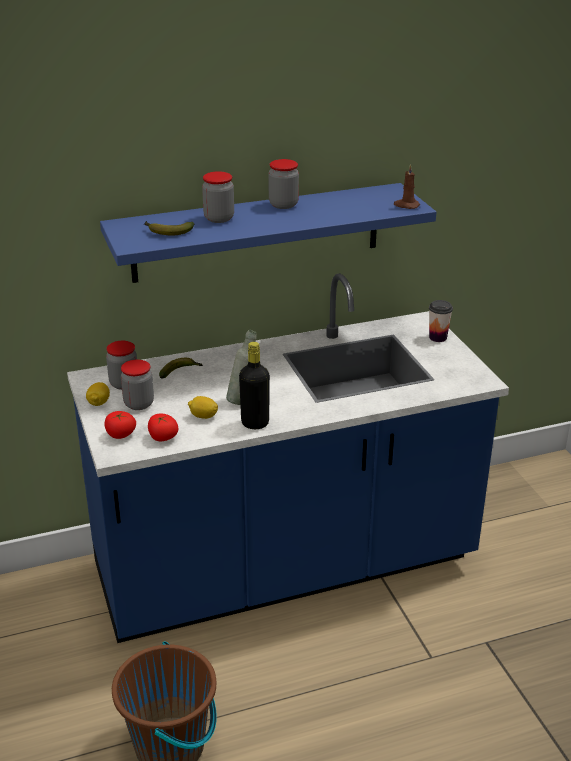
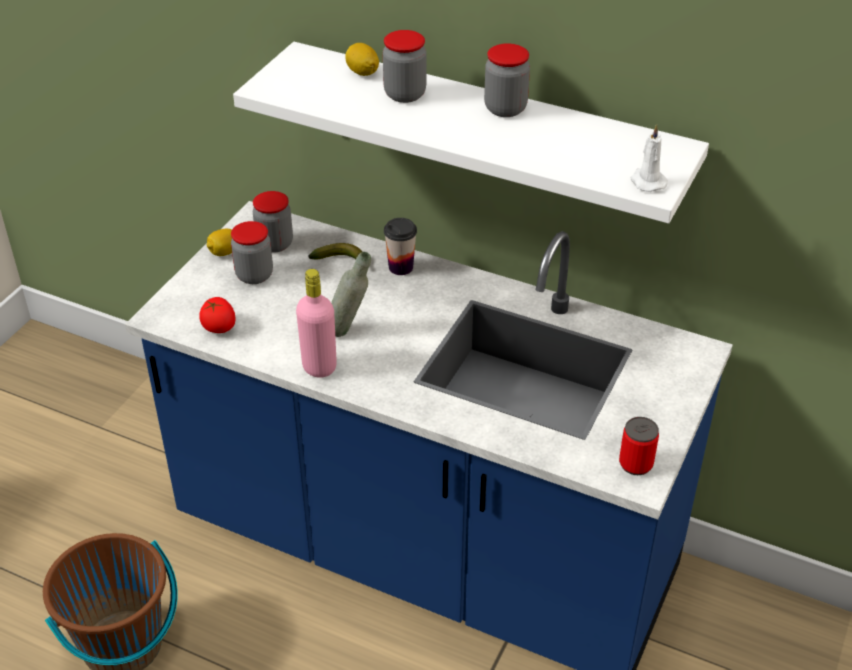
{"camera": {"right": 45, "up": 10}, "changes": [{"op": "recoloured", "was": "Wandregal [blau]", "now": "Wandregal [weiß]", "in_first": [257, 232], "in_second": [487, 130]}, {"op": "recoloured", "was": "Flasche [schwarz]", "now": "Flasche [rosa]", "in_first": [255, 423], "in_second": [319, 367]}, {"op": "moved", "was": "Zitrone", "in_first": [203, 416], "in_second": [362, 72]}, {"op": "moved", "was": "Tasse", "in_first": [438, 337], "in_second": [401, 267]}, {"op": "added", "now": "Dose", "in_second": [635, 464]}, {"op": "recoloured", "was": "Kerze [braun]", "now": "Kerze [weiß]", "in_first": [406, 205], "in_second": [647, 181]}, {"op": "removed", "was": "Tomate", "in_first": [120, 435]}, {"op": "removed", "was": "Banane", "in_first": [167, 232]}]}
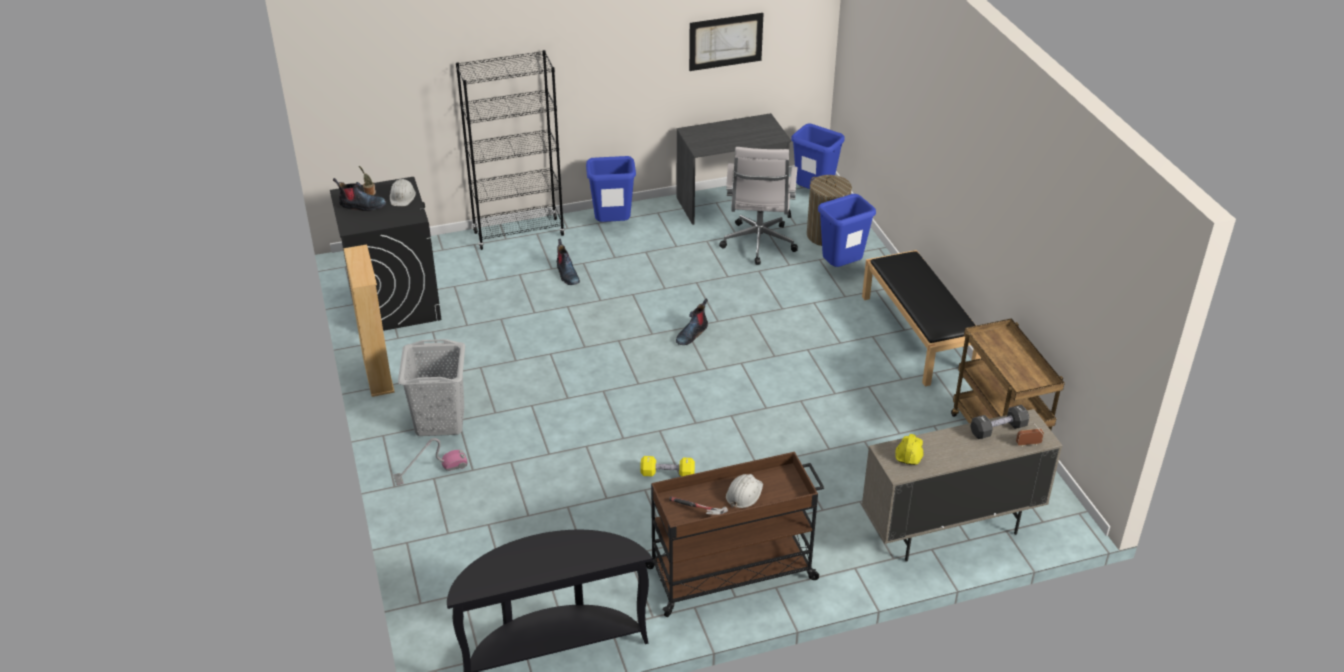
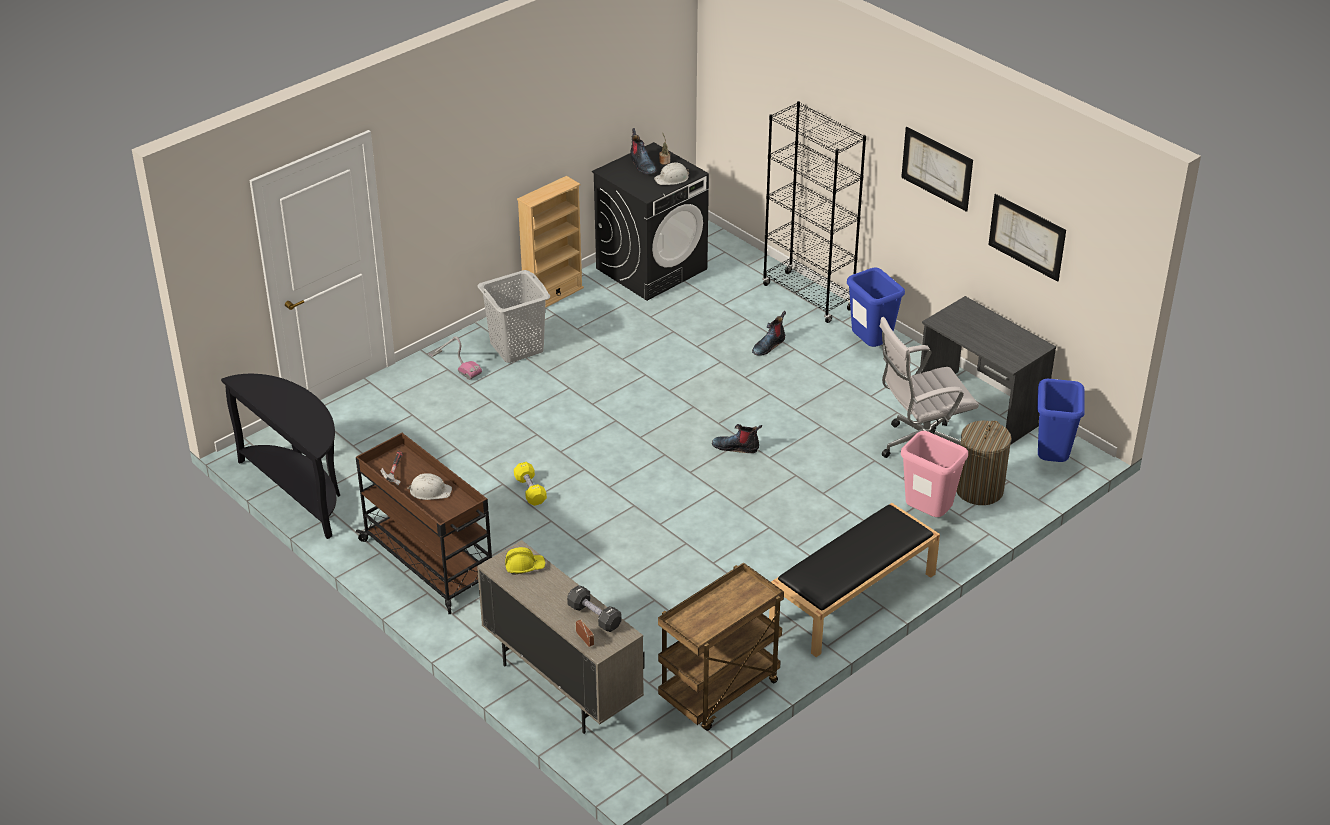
{"camera": {"right": 65, "up": 0}, "changes": [{"op": "added", "now": "Bild", "in_second": [937, 168]}, {"op": "recoloured", "was": "Mülleimer [blau]", "now": "Mülleimer [rosa]", "in_first": [841, 268], "in_second": [928, 515]}]}
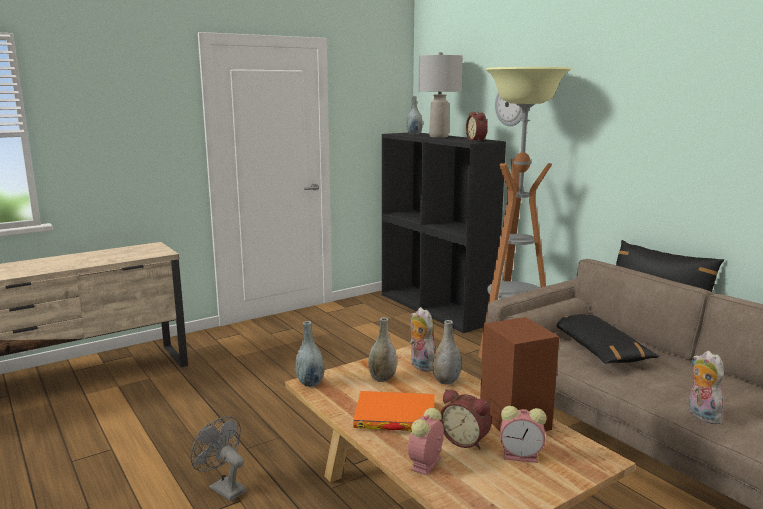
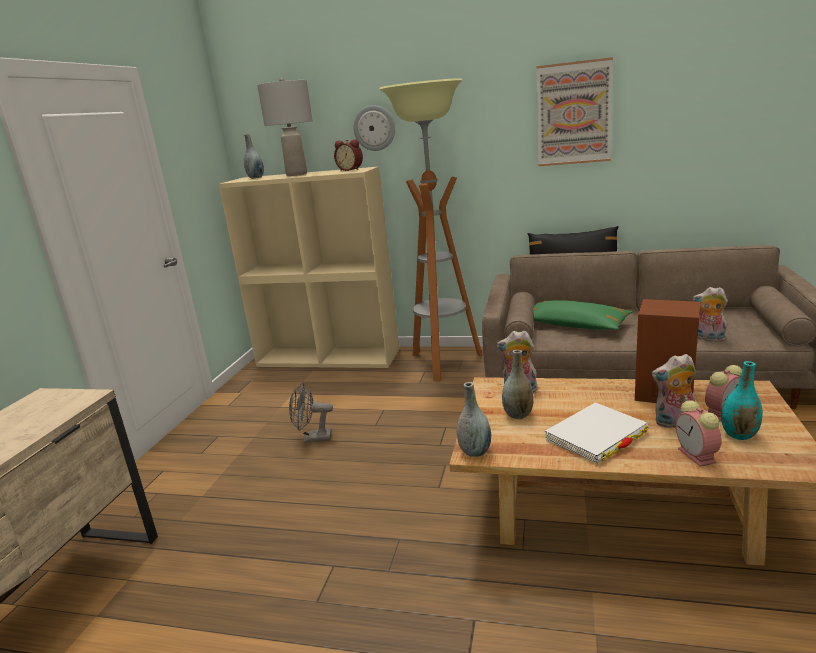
{"camera": {"right": -40, "up": 5}, "changes": [{"op": "recoloured", "was": "Bücherregal [schwarz]", "now": "Bücherregal [beige]", "in_first": [436, 308], "in_second": [329, 357]}, {"op": "moved", "was": "Ventilator [grau]", "in_first": [223, 488], "in_second": [312, 438]}, {"op": "recoloured", "was": "Kissen [schwarz]", "now": "Kissen [grün]", "in_first": [597, 349], "in_second": [574, 325]}, {"op": "added", "now": "Bild", "in_second": [574, 114]}, {"op": "recoloured", "was": "Buch [orange]", "now": "Buch [weiß]", "in_first": [395, 416], "in_second": [596, 436]}, {"op": "replaced", "was": "Wecker", "now": "Plüschtier", "in_first": [465, 440], "in_second": [674, 424]}, {"op": "added", "now": "Vase [türkis]", "in_second": [739, 435]}, {"op": "removed", "was": "Vase [grau]", "in_first": [446, 381]}]}
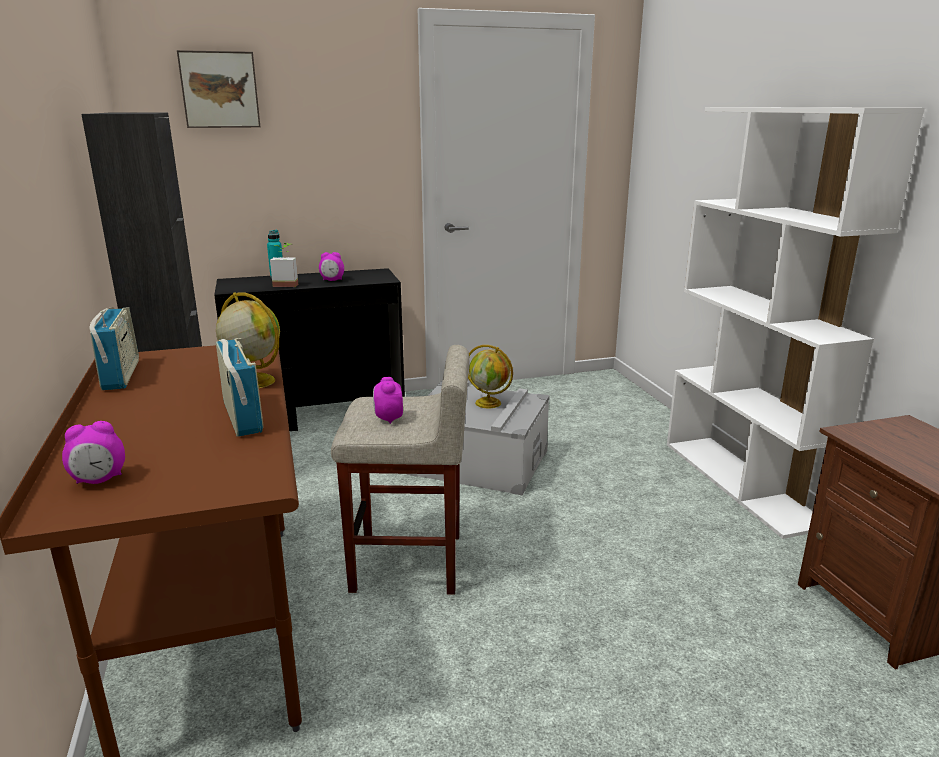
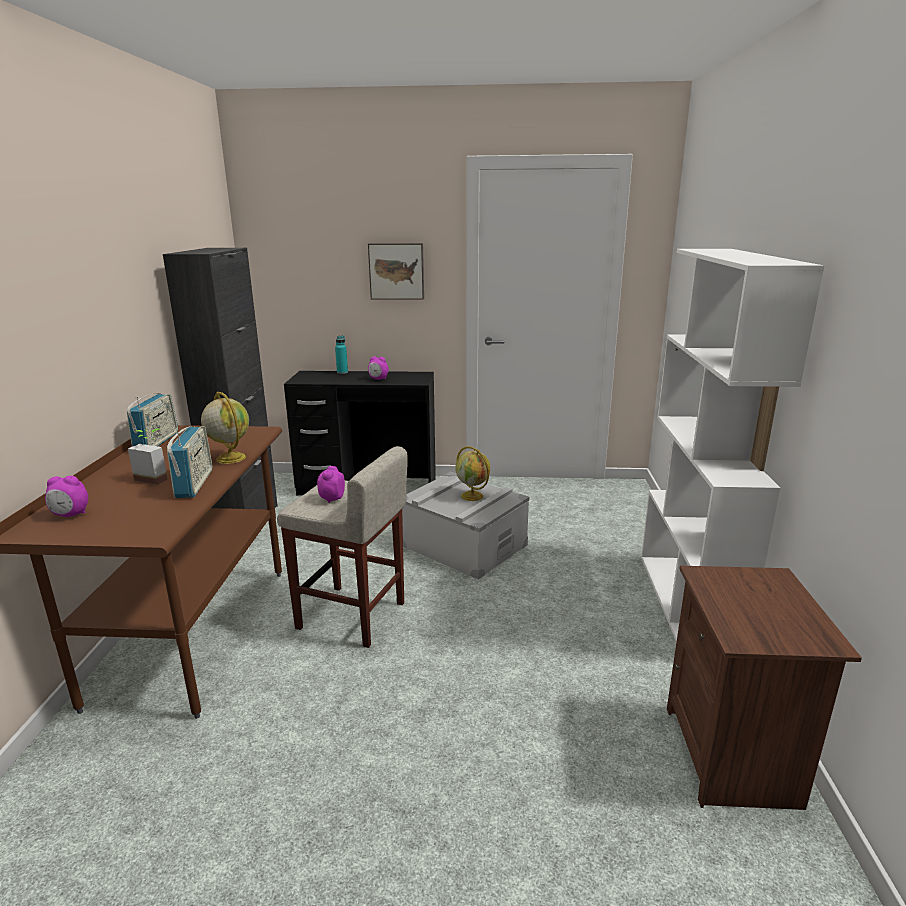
{"camera": {"right": 20, "up": 0}, "changes": [{"op": "moved", "was": "Topfpflanze", "in_first": [287, 284], "in_second": [155, 477]}, {"op": "moved", "was": "Bild", "in_first": [220, 90], "in_second": [397, 271]}]}
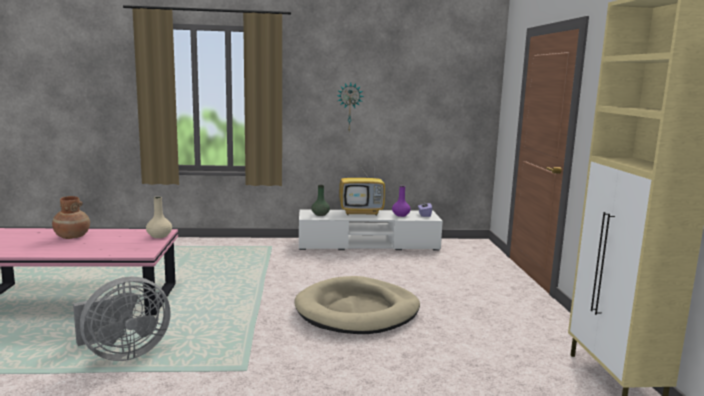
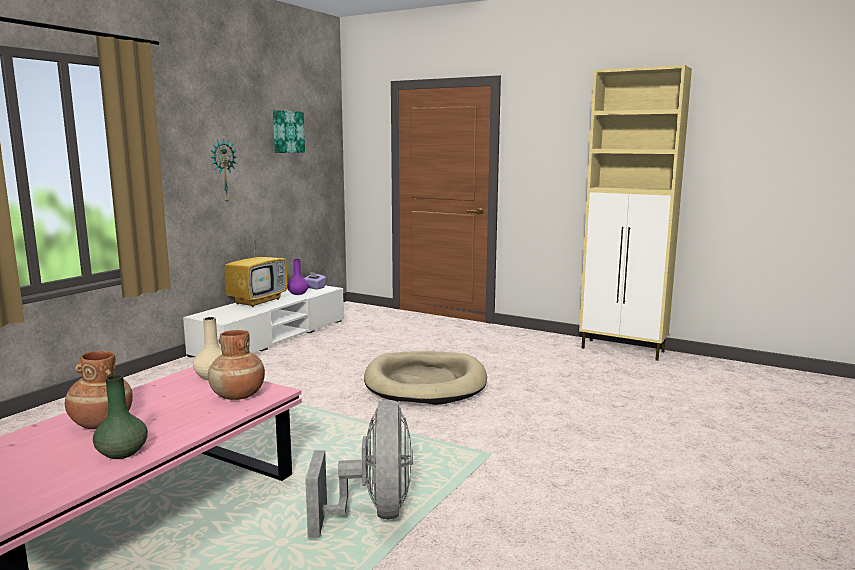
{"camera": {"right": -55, "up": 0}, "changes": [{"op": "moved", "was": "Vase [grün]", "in_first": [320, 214], "in_second": [123, 452]}, {"op": "added", "now": "Vase [braun]", "in_second": [238, 396]}, {"op": "added", "now": "Bild", "in_second": [287, 132]}]}
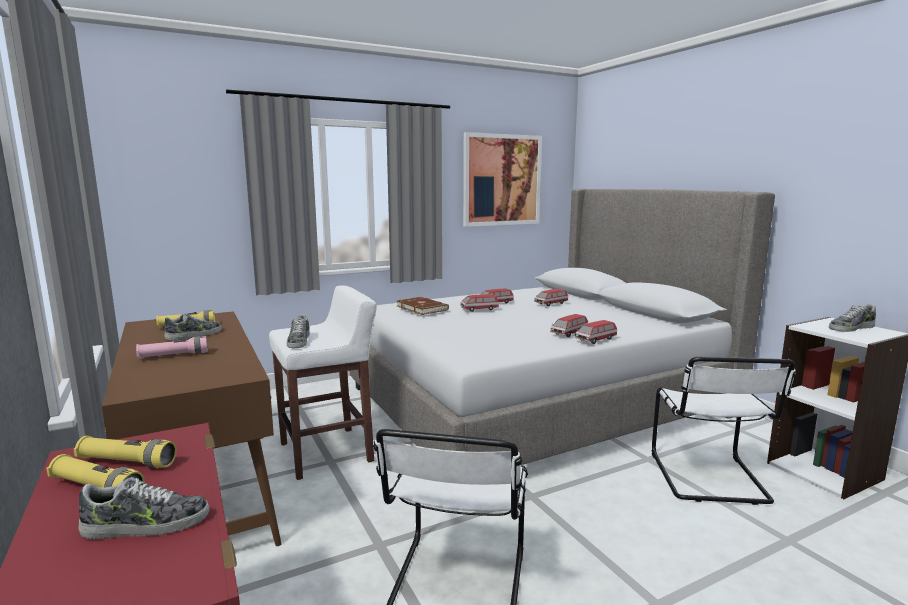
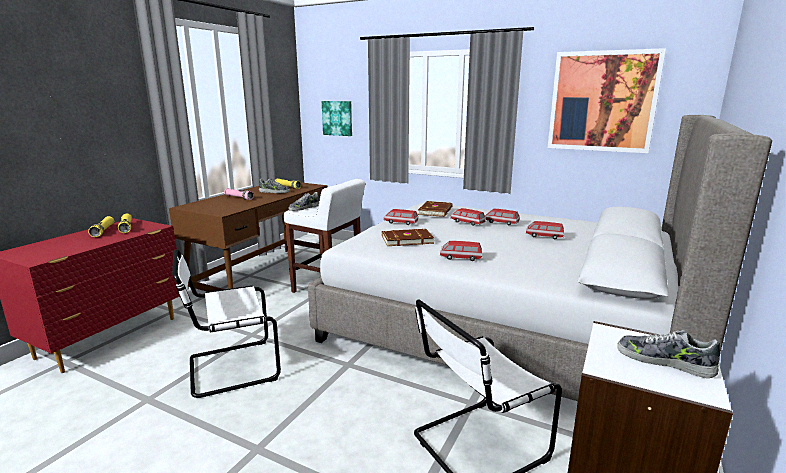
{"camera": {"right": 55, "up": 5}, "changes": [{"op": "added", "now": "Bild", "in_second": [337, 118]}, {"op": "added", "now": "Buch [braun]", "in_second": [406, 239]}, {"op": "moved", "was": "Spielzeugauto", "in_first": [595, 340], "in_second": [400, 222]}, {"op": "removed", "was": "Schuh", "in_first": [146, 525]}]}
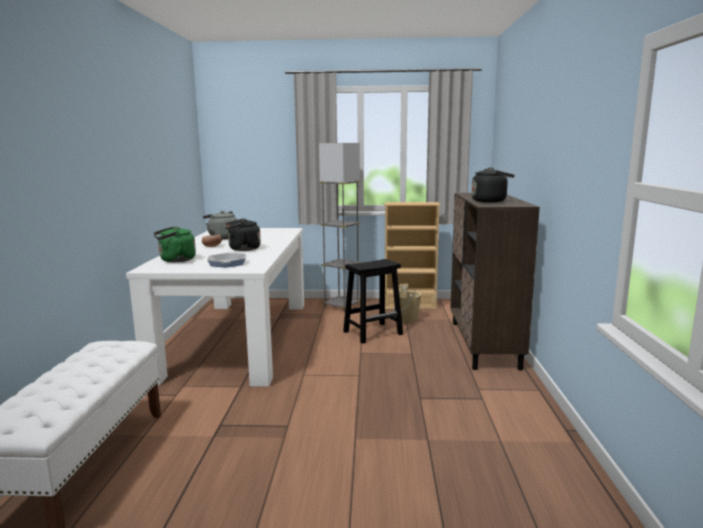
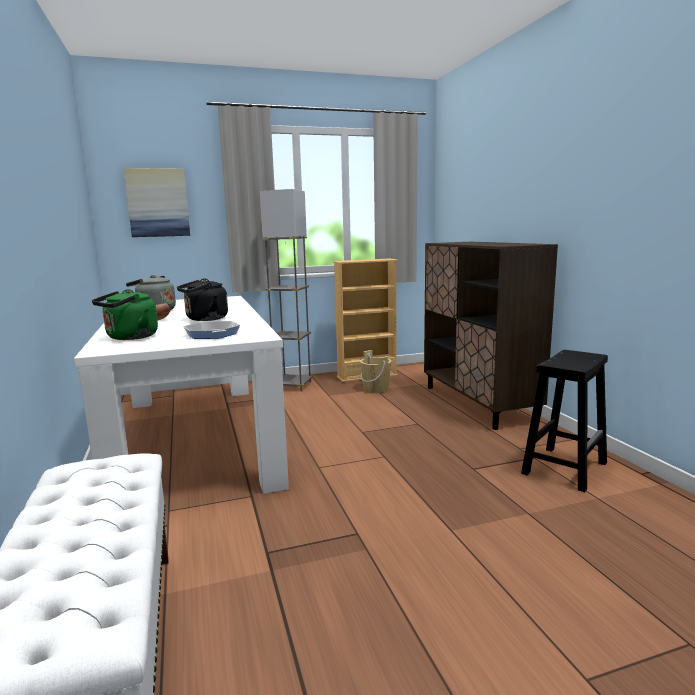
{"camera": {"right": -20, "up": 0}, "changes": [{"op": "added", "now": "Bild", "in_second": [158, 203]}, {"op": "moved", "was": "Hocker [schwarz]", "in_first": [373, 332], "in_second": [564, 467]}, {"op": "removed", "was": "Wasserkessel [schwarz]", "in_first": [490, 201]}]}
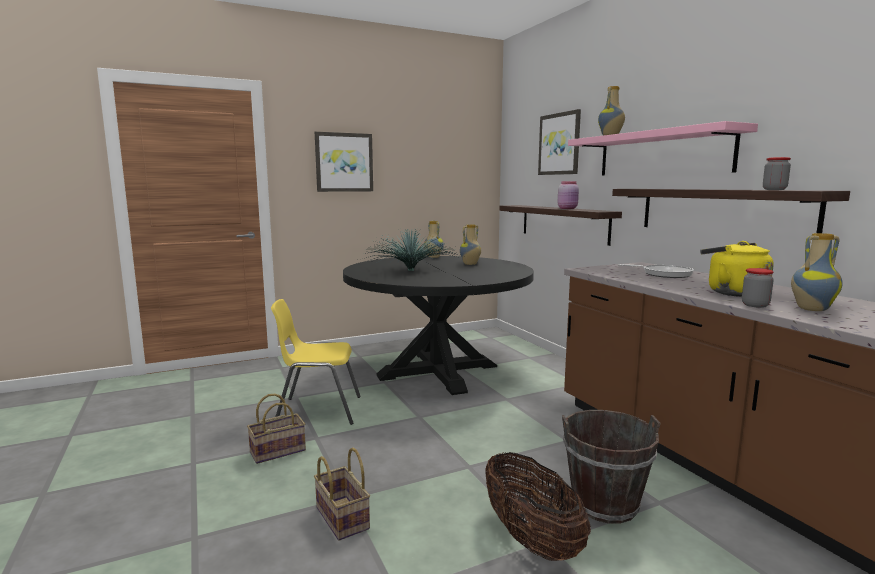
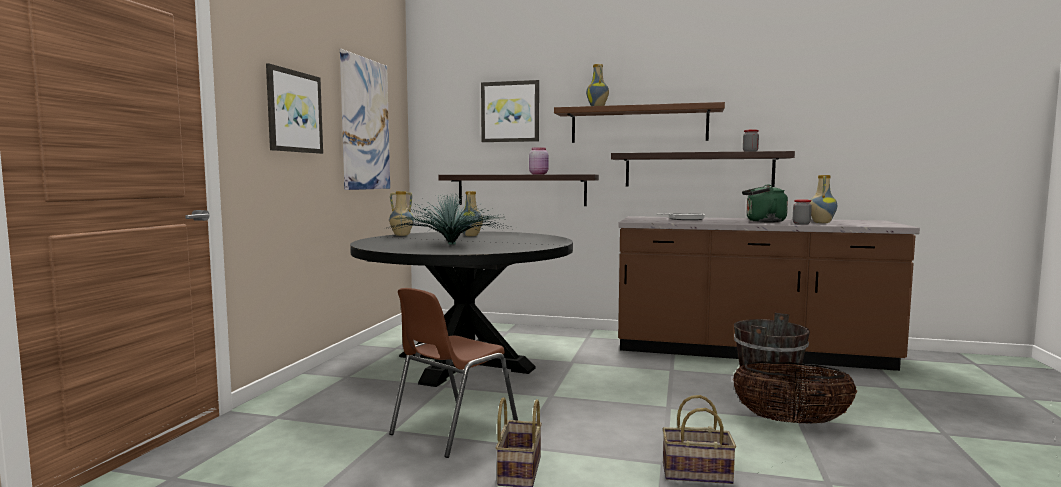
{"camera": {"right": -50, "up": -5}, "changes": [{"op": "added", "now": "Bild", "in_second": [366, 124]}, {"op": "recoloured", "was": "Stuhl [gelb]", "now": "Stuhl [braun]", "in_first": [317, 410], "in_second": [452, 429]}, {"op": "recoloured", "was": "Wandregal [rosa]", "now": "Wandregal [braun]", "in_first": [661, 154], "in_second": [638, 125]}, {"op": "recoloured", "was": "Wasserkessel [gelb]", "now": "Wasserkessel [grün]", "in_first": [732, 293], "in_second": [763, 221]}]}
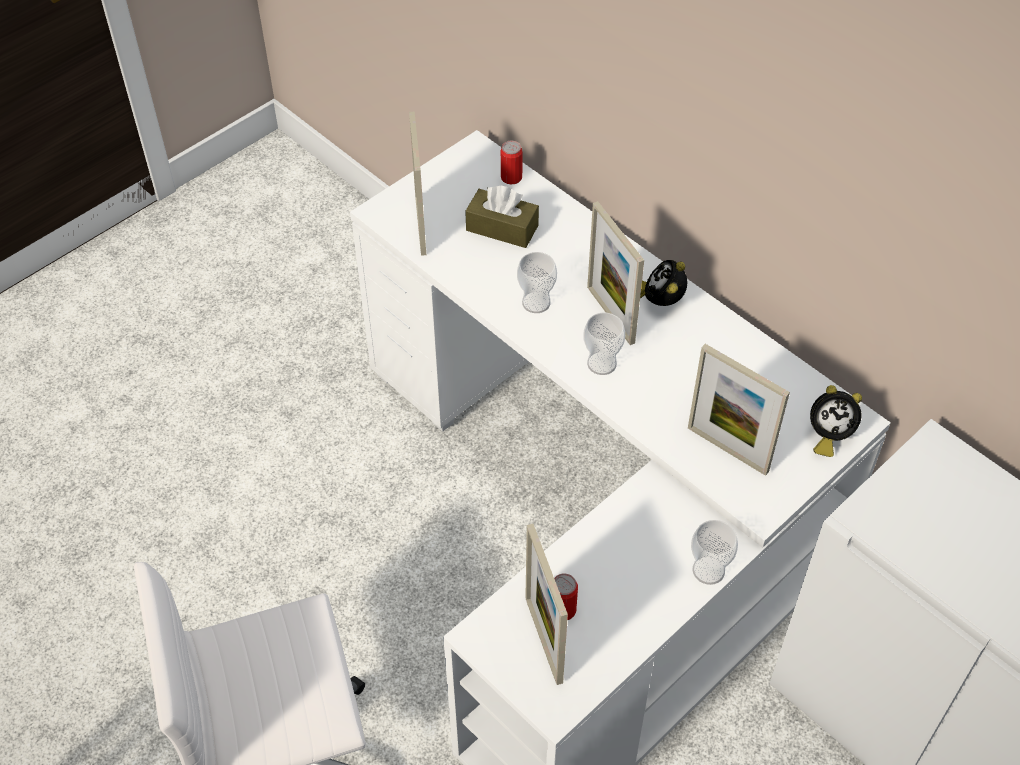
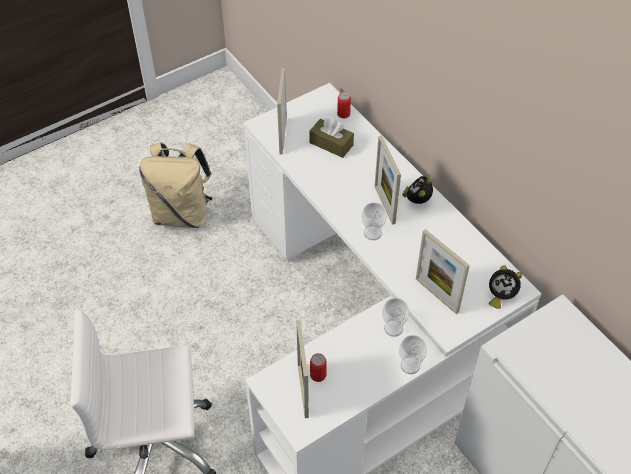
{"camera": {"right": 10, "up": 0}, "changes": [{"op": "added", "now": "Rucksack [beige]", "in_second": [182, 214]}, {"op": "moved", "was": "Tasse", "in_first": [536, 302], "in_second": [393, 328]}]}
